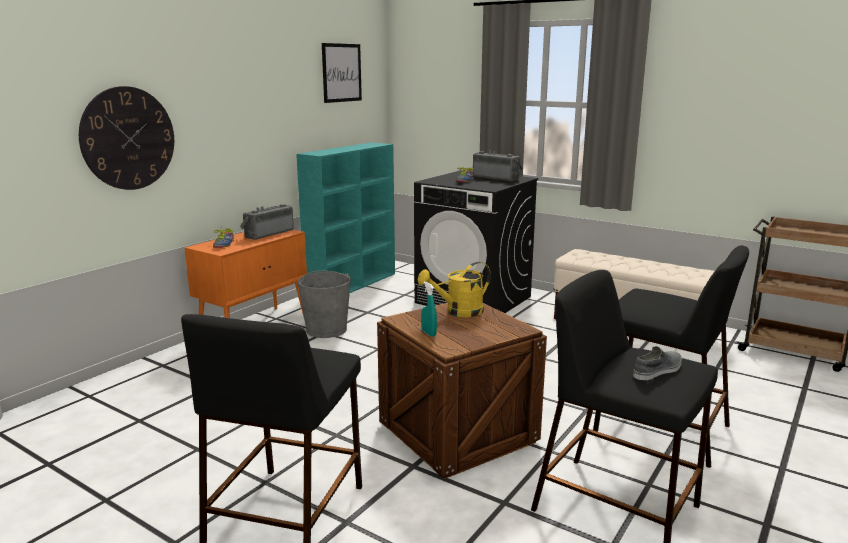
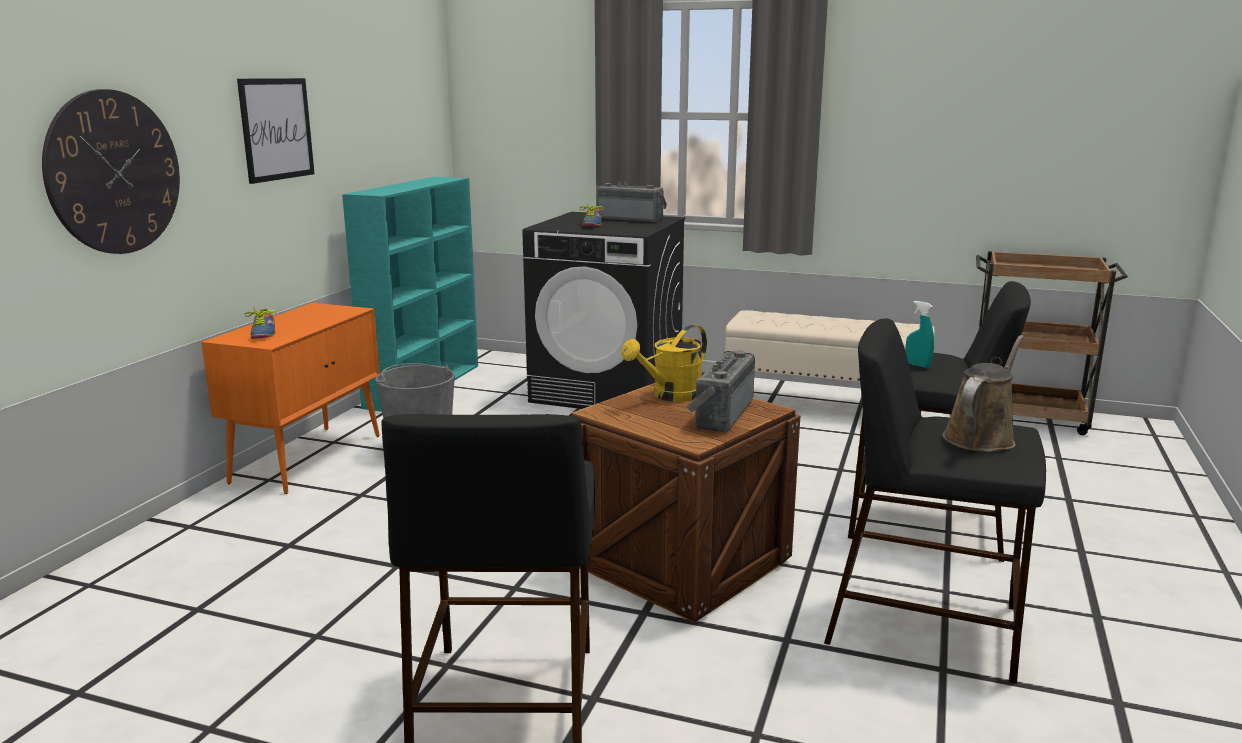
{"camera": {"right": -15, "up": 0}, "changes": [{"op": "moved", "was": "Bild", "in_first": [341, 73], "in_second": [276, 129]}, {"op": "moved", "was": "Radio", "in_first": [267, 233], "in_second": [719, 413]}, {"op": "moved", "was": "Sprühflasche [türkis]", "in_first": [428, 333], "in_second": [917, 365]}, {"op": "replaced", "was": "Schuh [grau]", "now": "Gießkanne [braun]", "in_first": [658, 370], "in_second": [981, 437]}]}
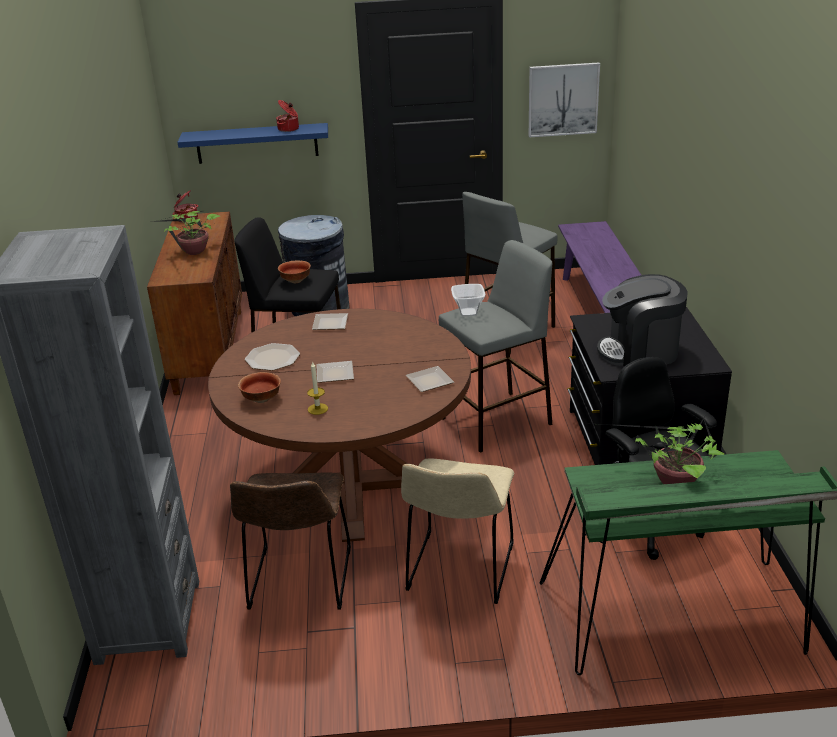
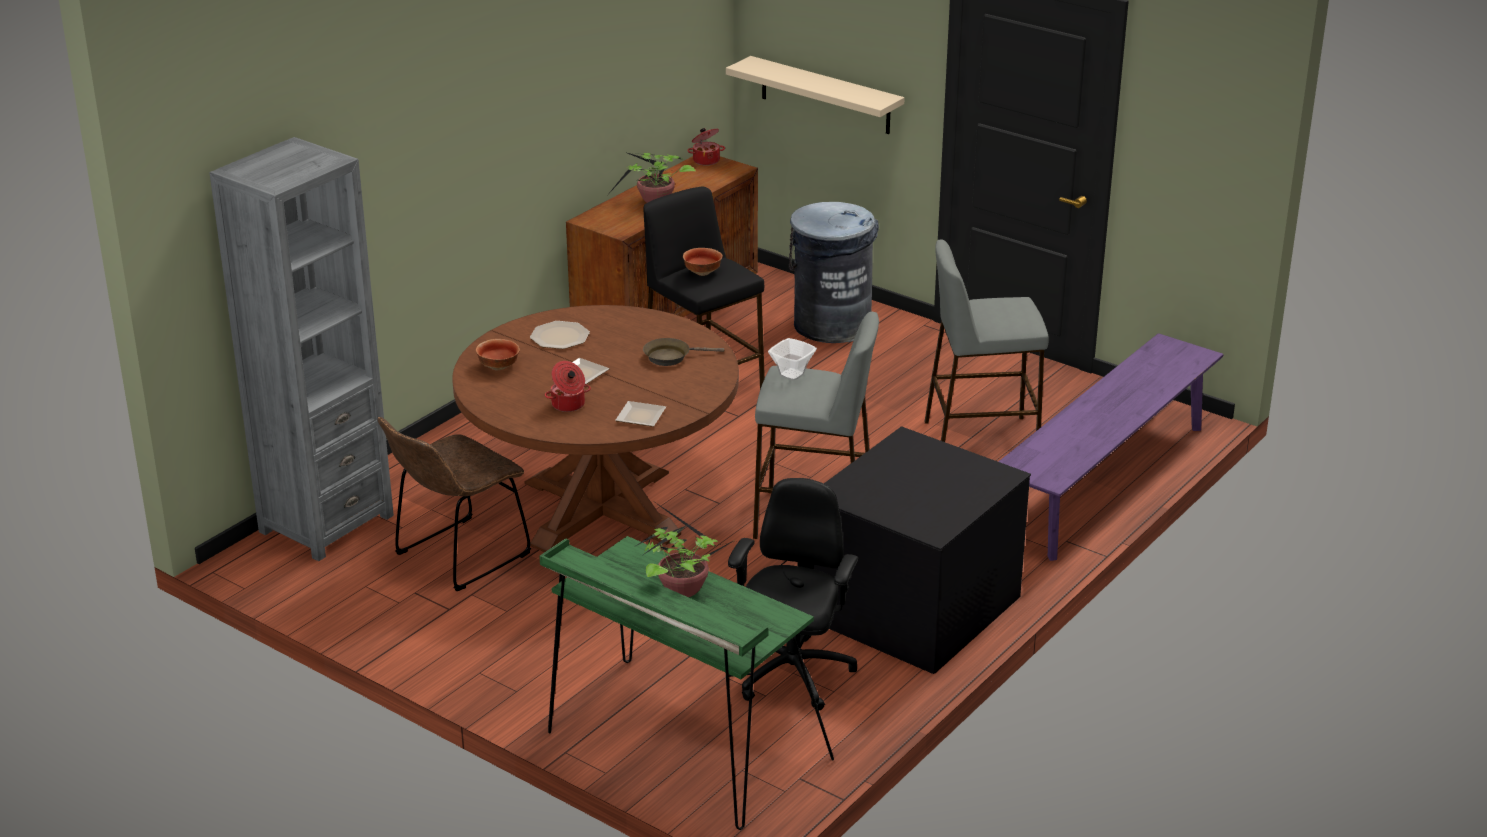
{"camera": {"right": 40, "up": 0}, "changes": [{"op": "moved", "was": "Kochtopf", "in_first": [289, 129], "in_second": [568, 405]}, {"op": "added", "now": "Pfanne [braun]", "in_second": [671, 357]}, {"op": "recoloured", "was": "Wandregal [blau]", "now": "Wandregal [beige]", "in_first": [257, 143], "in_second": [825, 95]}, {"op": "removed", "was": "Kerze", "in_first": [317, 409]}, {"op": "removed", "was": "Teller", "in_first": [331, 323]}, {"op": "removed", "was": "Stuhl [beige]", "in_first": [459, 571]}, {"op": "removed", "was": "Bild", "in_first": [563, 99]}, {"op": "removed", "was": "Kaffeemaschine", "in_first": [640, 352]}]}
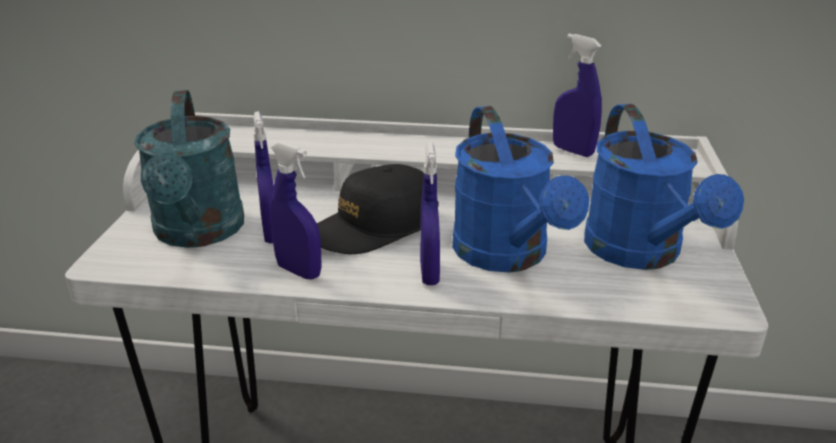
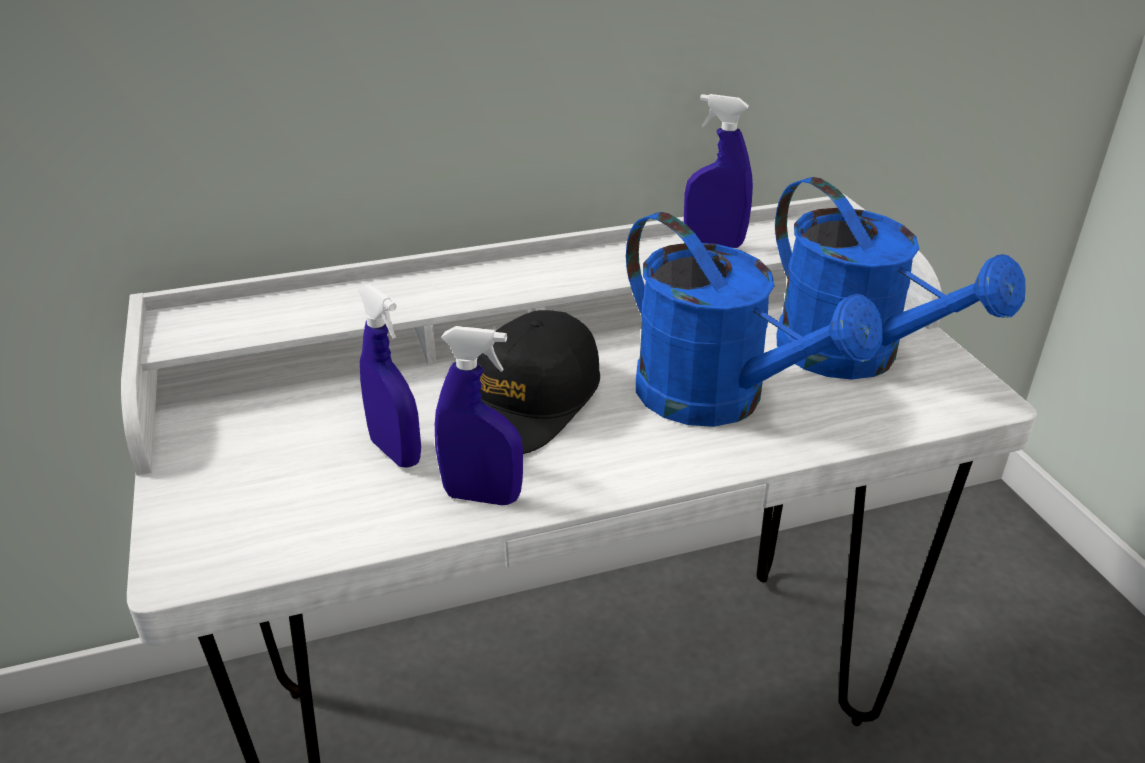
{"camera": {"right": -25, "up": 5}, "changes": [{"op": "removed", "was": "Gießkanne [türkis]", "in_first": [199, 233]}, {"op": "removed", "was": "Sprühflasche [blau]", "in_first": [429, 273]}]}
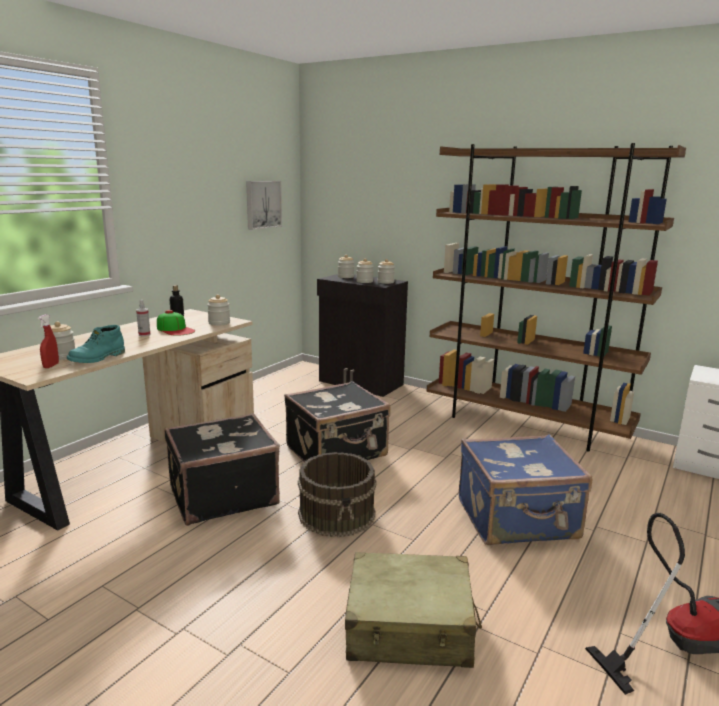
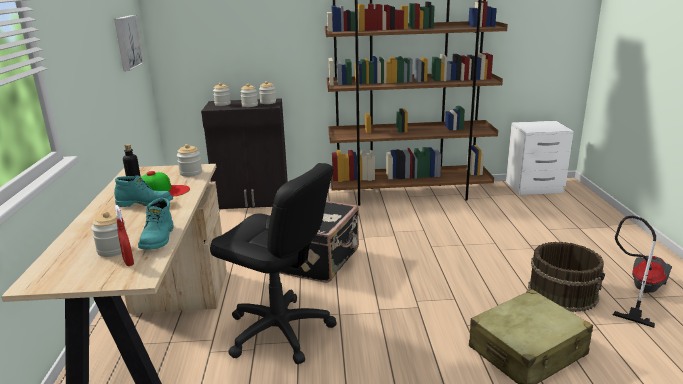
{"camera": {"right": -35, "up": 5}, "changes": [{"op": "replaced", "was": "Sprühflasche", "now": "Stiefel [türkis]", "in_first": [144, 335], "in_second": [145, 204]}, {"op": "replaced", "was": "Koffer [schwarz]", "now": "Bürostuhl [schwarz]", "in_first": [222, 495], "in_second": [279, 331]}, {"op": "moved", "was": "Eimer [braun]", "in_first": [337, 513], "in_second": [563, 292]}, {"op": "removed", "was": "Koffer [blau]", "in_first": [518, 520]}]}
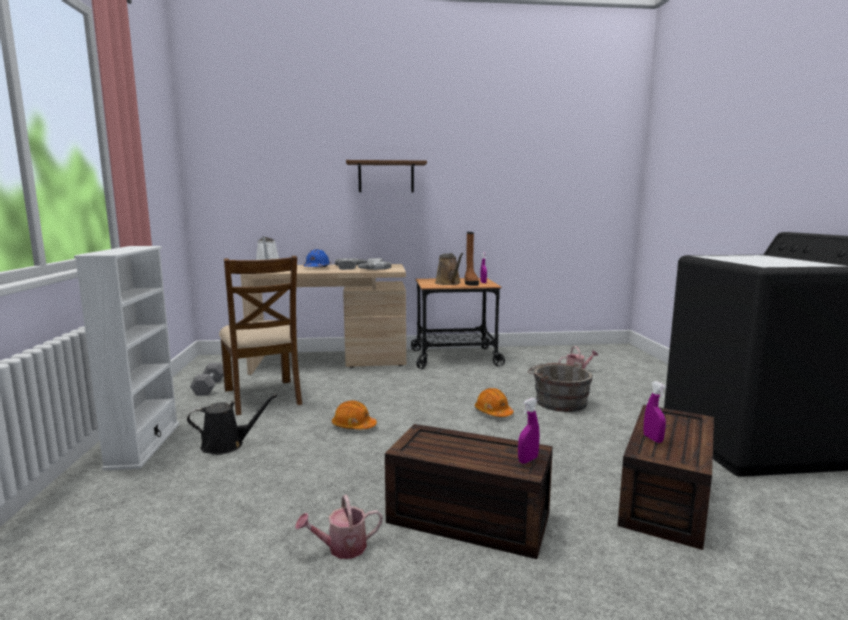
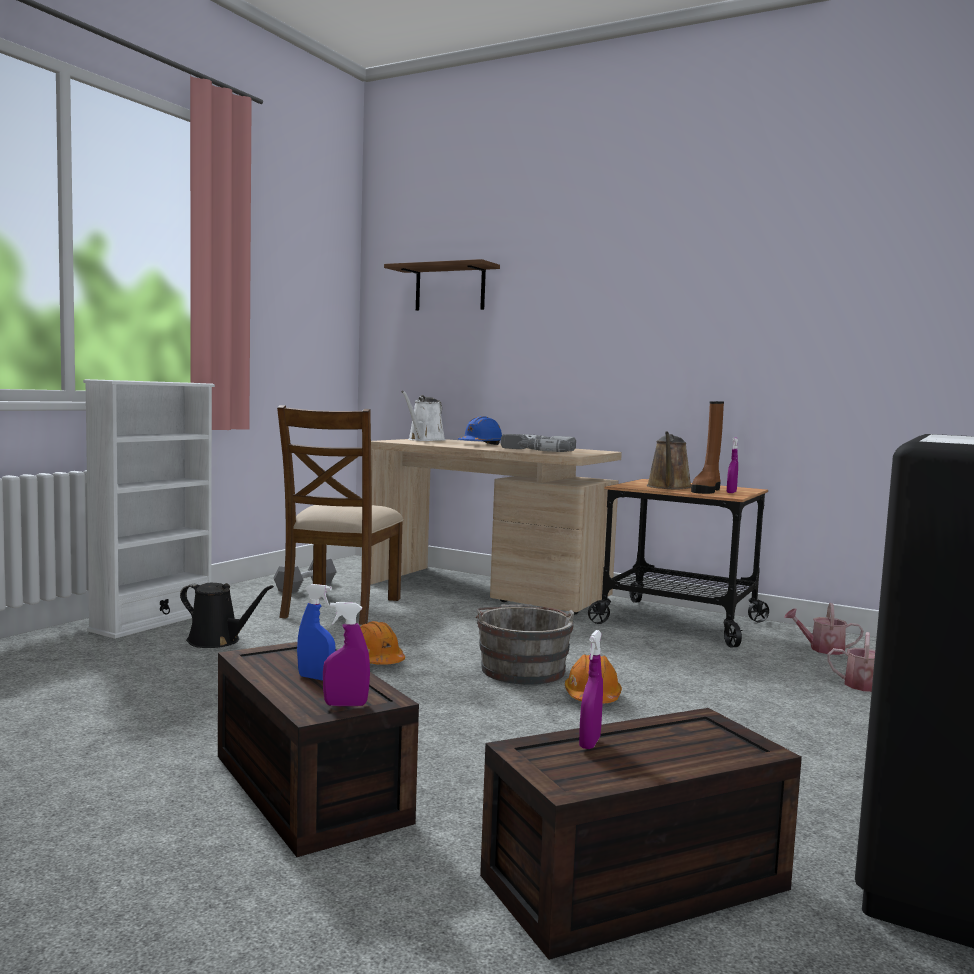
{"camera": {"right": 35, "up": -5}, "changes": [{"op": "added", "now": "Sprühflasche [blau]", "in_second": [315, 678]}, {"op": "moved", "was": "Wandregal", "in_first": [386, 177], "in_second": [450, 288]}, {"op": "moved", "was": "Eimer [grau]", "in_first": [558, 401], "in_second": [522, 669]}, {"op": "moved", "was": "Gießkanne", "in_first": [341, 548], "in_second": [821, 649]}]}
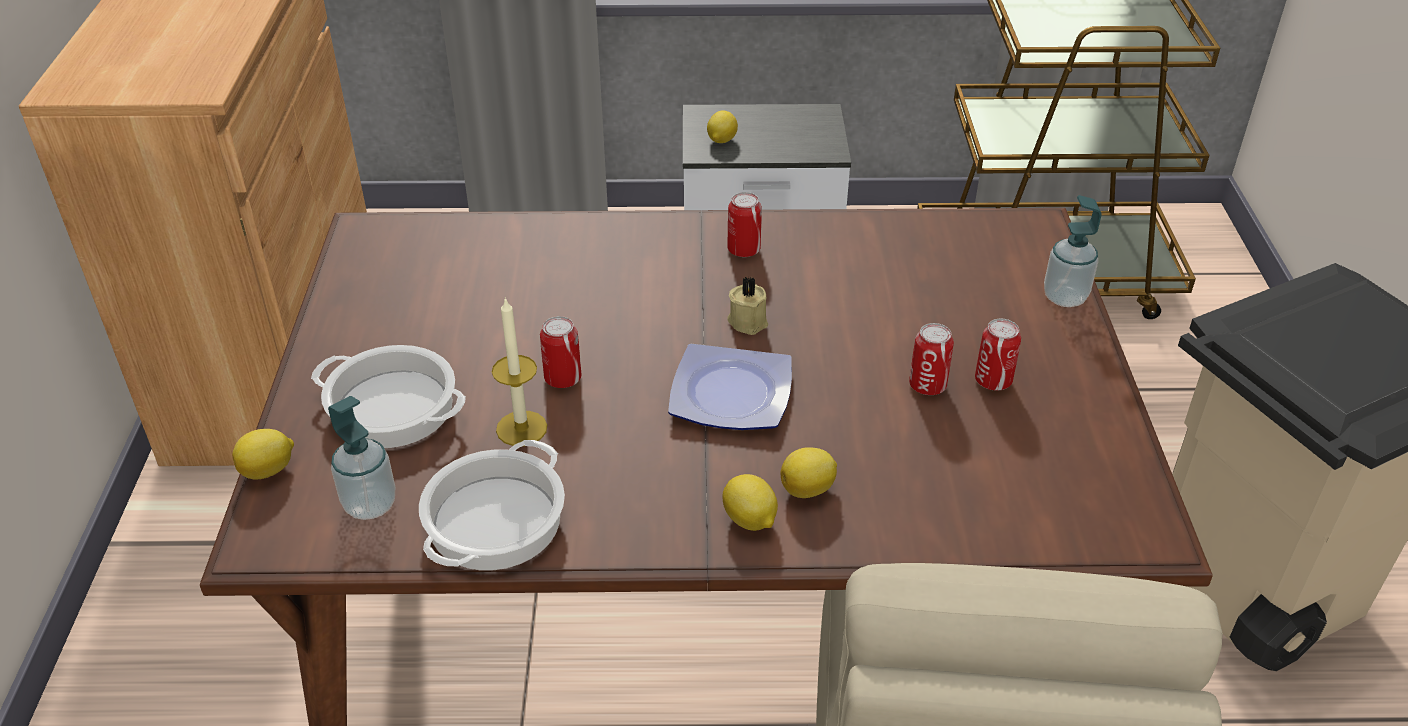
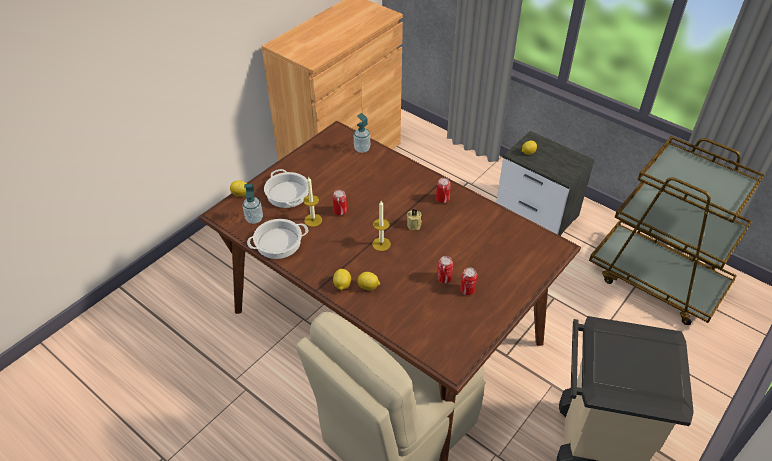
{"camera": {"right": 40, "up": 5}, "changes": [{"op": "moved", "was": "Seifenspender", "in_first": [1064, 297], "in_second": [362, 149]}, {"op": "replaced", "was": "Teller", "now": "Kerze", "in_first": [729, 393], "in_second": [381, 244]}]}
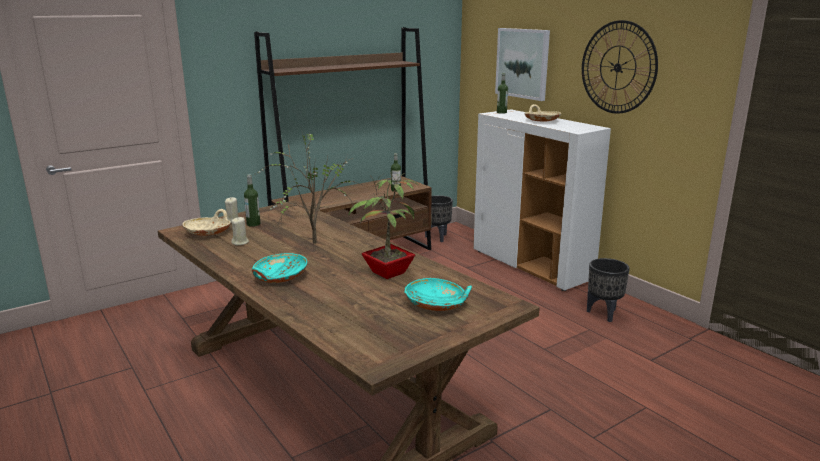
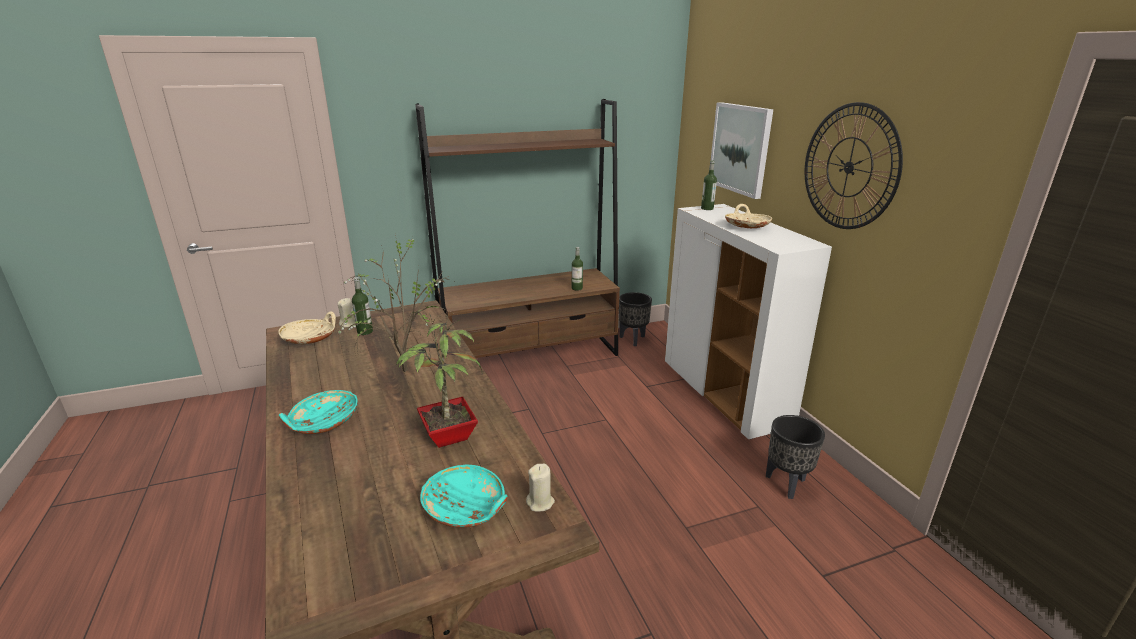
{"camera": {"right": 15, "up": 5}, "changes": [{"op": "moved", "was": "Kerze [beige]", "in_first": [240, 242], "in_second": [540, 502]}]}
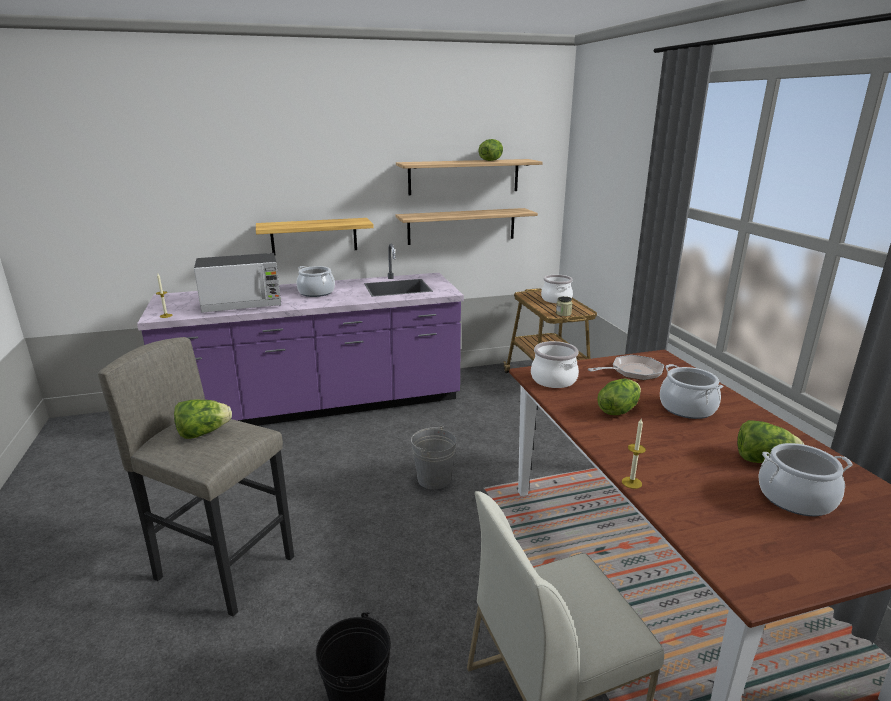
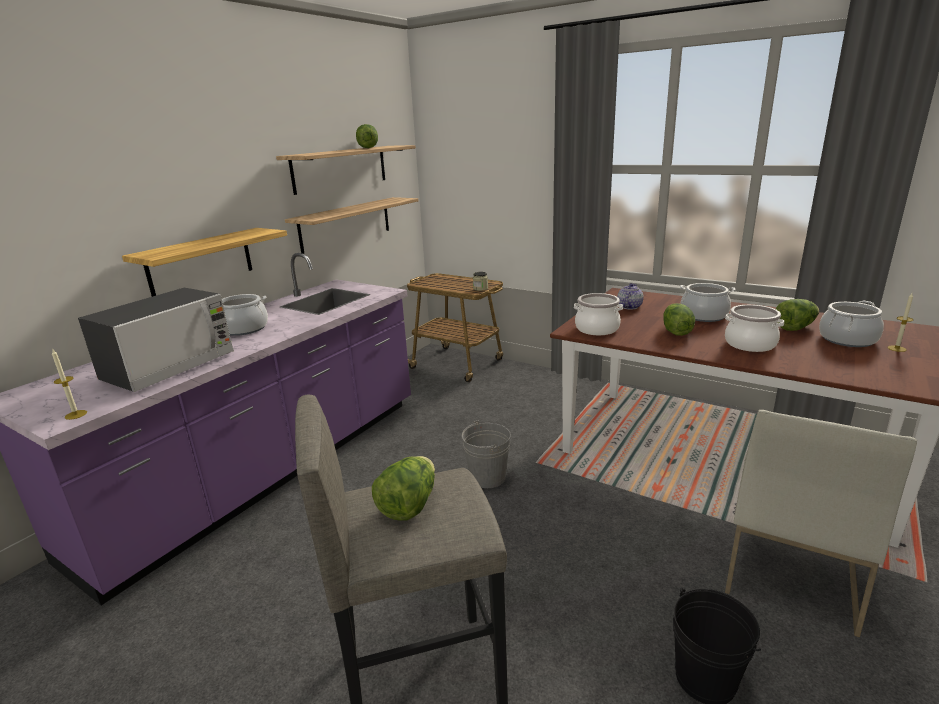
{"camera": {"right": -40, "up": 0}, "changes": [{"op": "replaced", "was": "Pfanne", "now": "Teekanne", "in_first": [632, 372], "in_second": [629, 307]}, {"op": "moved", "was": "Kochtopf", "in_first": [556, 299], "in_second": [750, 344]}, {"op": "moved", "was": "Kerze", "in_first": [631, 482], "in_second": [896, 348]}]}
